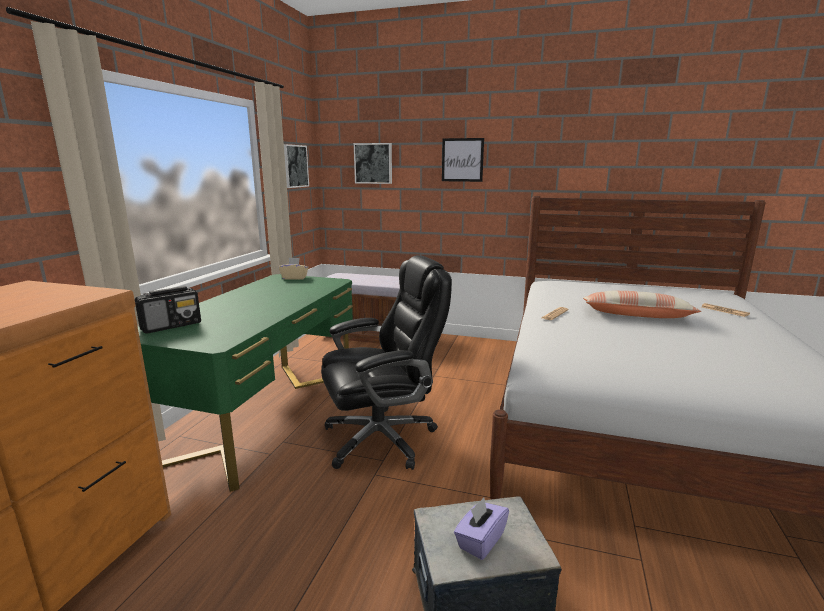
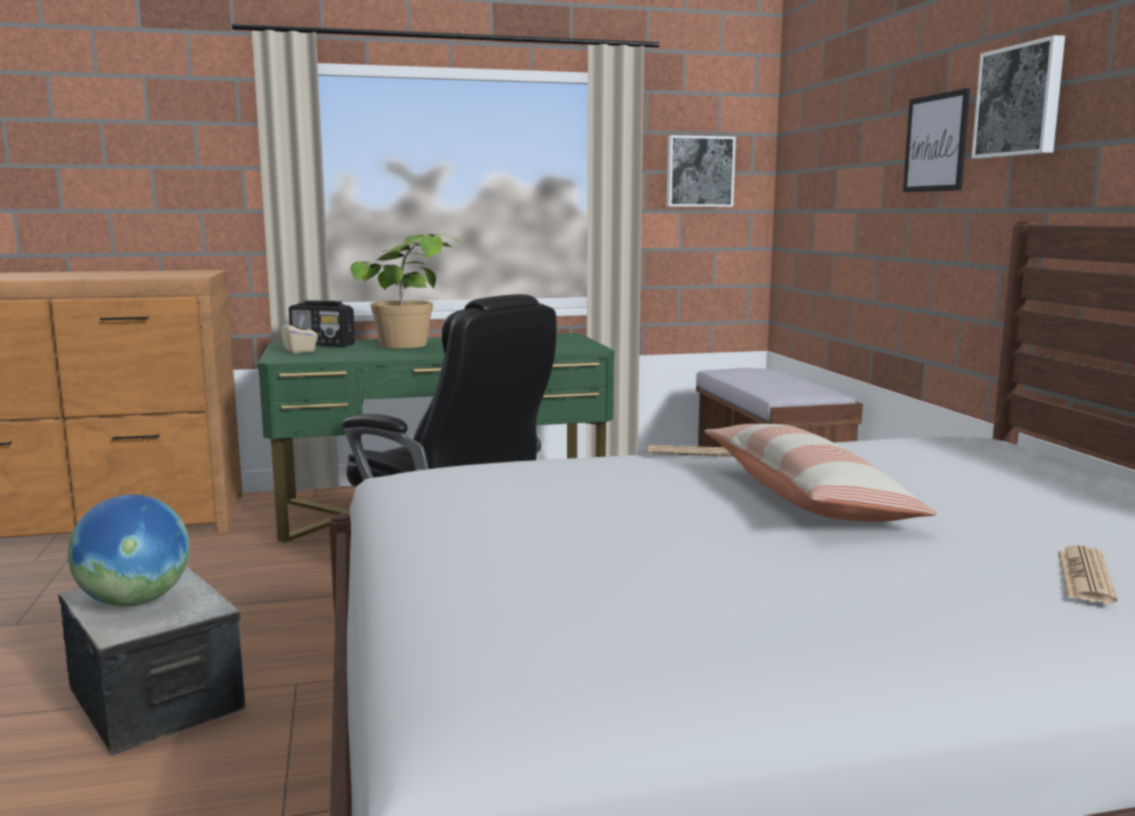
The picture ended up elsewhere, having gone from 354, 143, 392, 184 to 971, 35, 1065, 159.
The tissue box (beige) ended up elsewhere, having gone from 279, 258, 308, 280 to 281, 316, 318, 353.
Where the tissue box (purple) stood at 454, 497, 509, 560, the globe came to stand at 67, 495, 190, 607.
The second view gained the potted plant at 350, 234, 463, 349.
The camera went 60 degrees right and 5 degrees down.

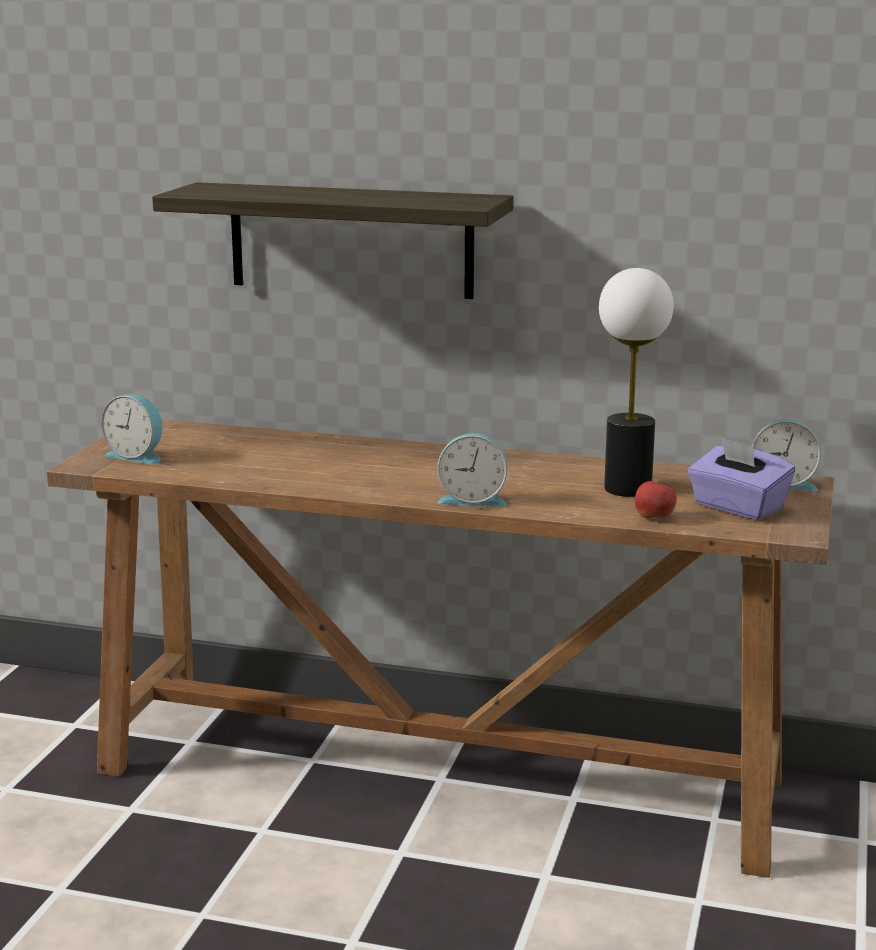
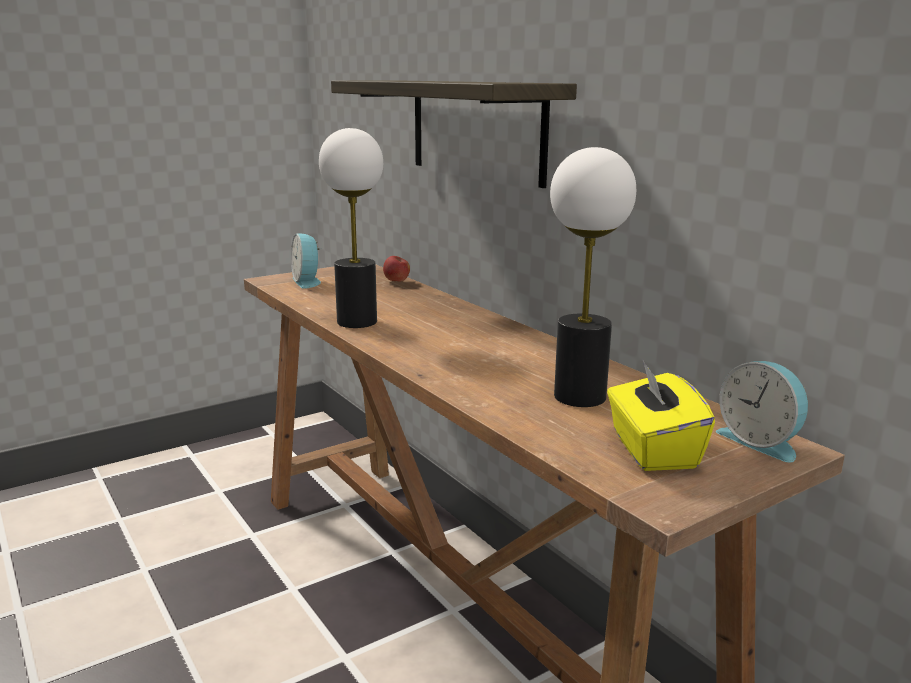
The second view lost the alarm clock at 437, 433, 508, 506.
What was the tissue box (purple) at 688, 437, 795, 520 turned into the tissue box (yellow) at 607, 359, 715, 471.
The apple ended up elsewhere, having gone from 635, 481, 677, 518 to 383, 256, 410, 281.
The second view gained the table lamp at 319, 128, 383, 328.
The camera went 40 degrees right and 0 degrees up.

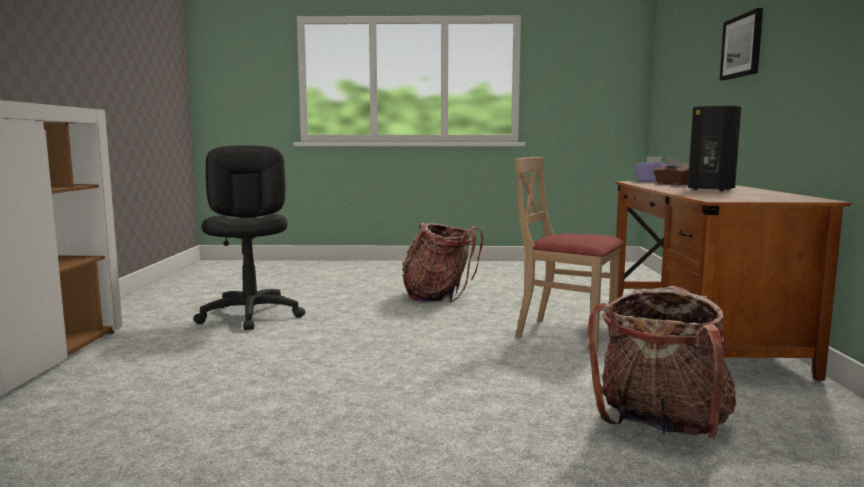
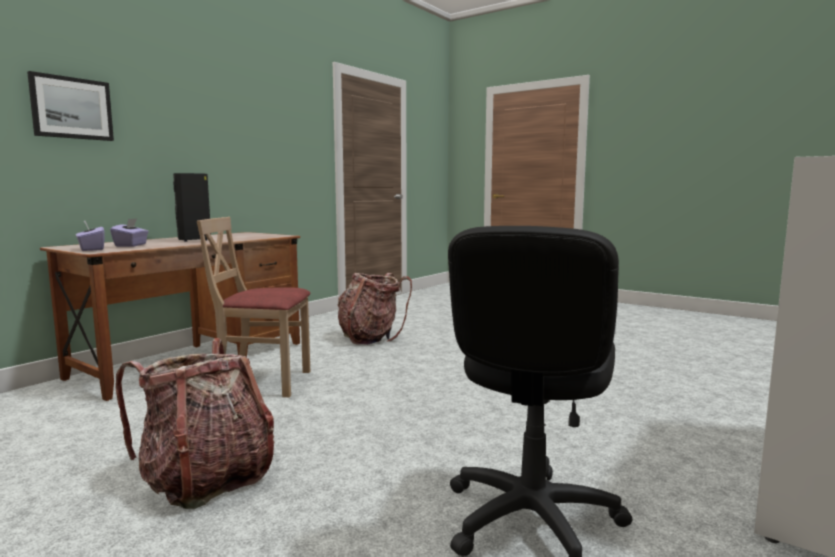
The chair (beige) at 514, 157, 624, 352 ended up facing another way, 120 degrees clockwise from before.
What was the tissue box (brown) at 653, 157, 689, 185 turned into the tissue box (purple) at 110, 218, 149, 247.
The camera went 145 degrees left and 0 degrees up.

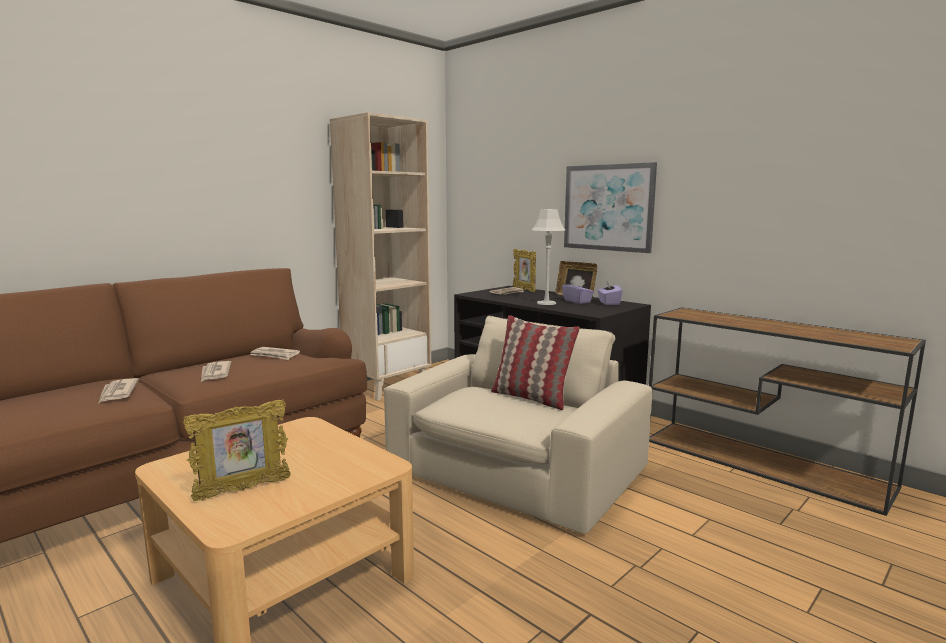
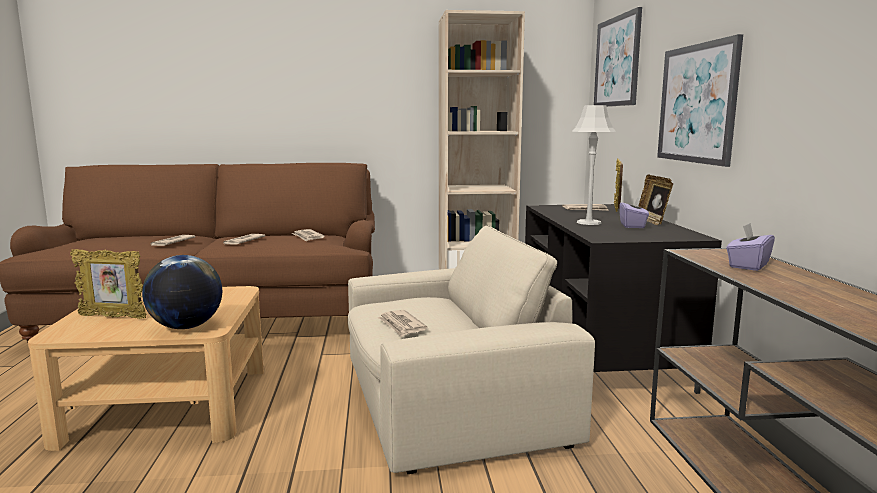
The tissue box (purple) ended up elsewhere, having gone from 598, 280, 623, 305 to 726, 223, 775, 271.
The second view lost the pillow at 491, 315, 580, 410.
The second view gained the picture at 594, 7, 642, 107.
The second view gained the globe at 142, 255, 222, 329.
The second view gained the newspaper at 377, 310, 427, 337.
The camera went 40 degrees right and 0 degrees up.

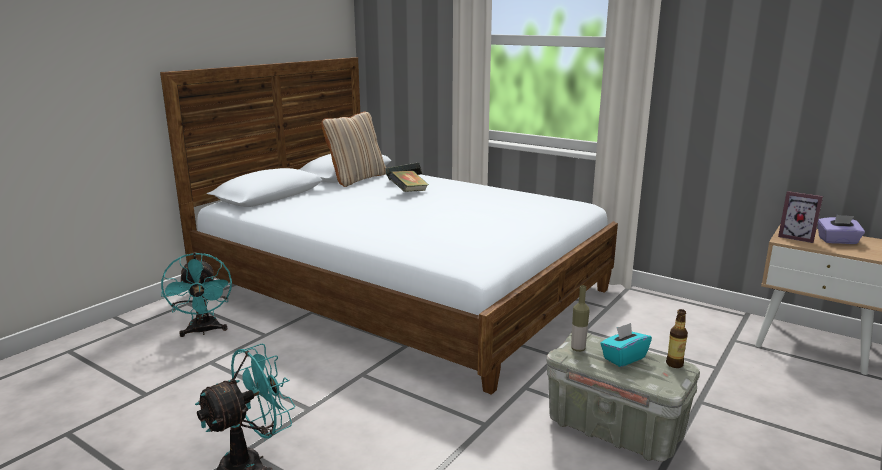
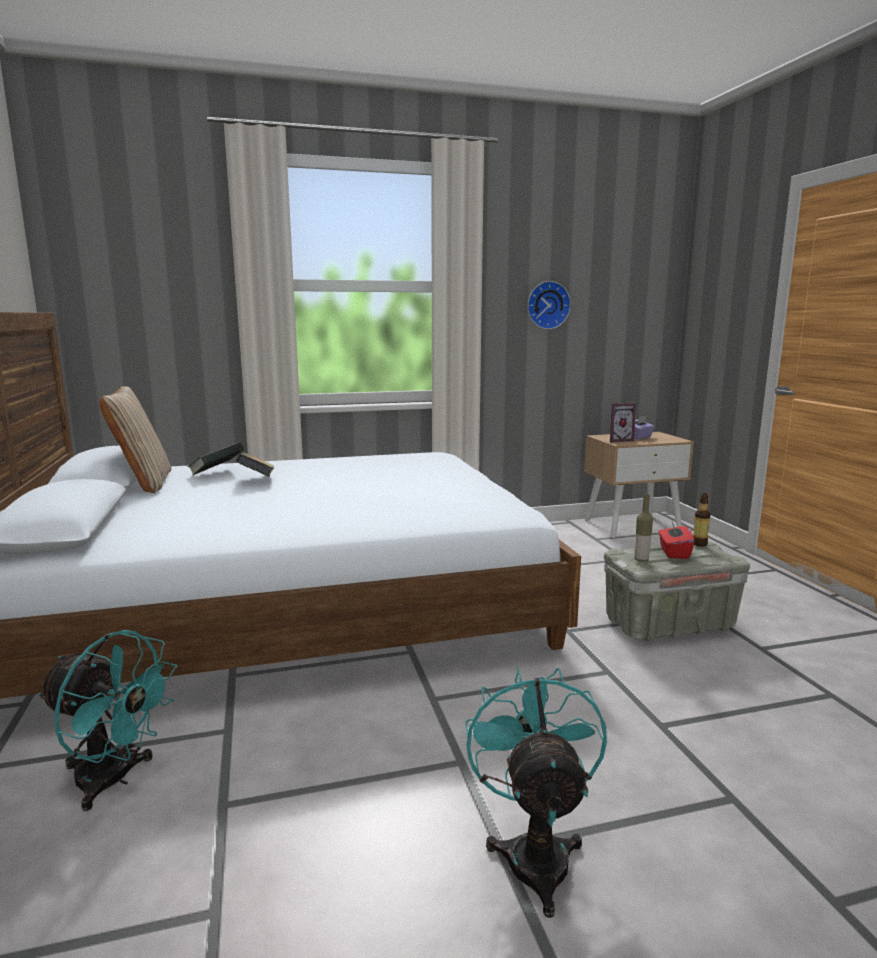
What was the tissue box (turquoise) at 600, 323, 652, 367 turned into the tissue box (red) at 658, 522, 695, 559.
The second view gained the wall clock at 528, 281, 571, 329.
The camera went 50 degrees left and 5 degrees down.

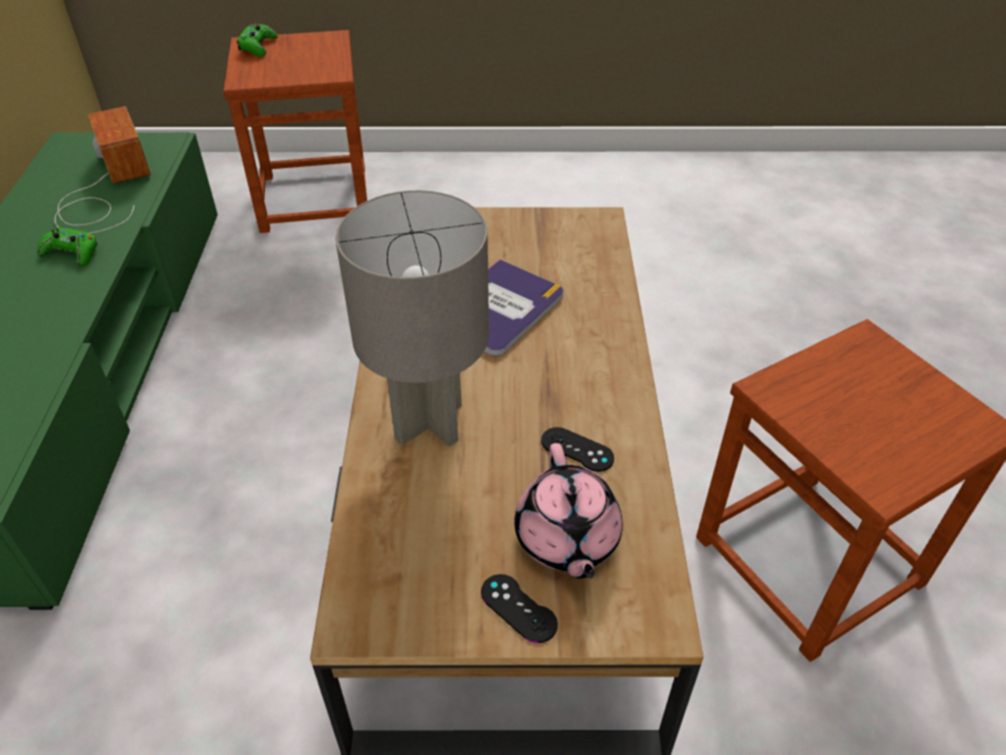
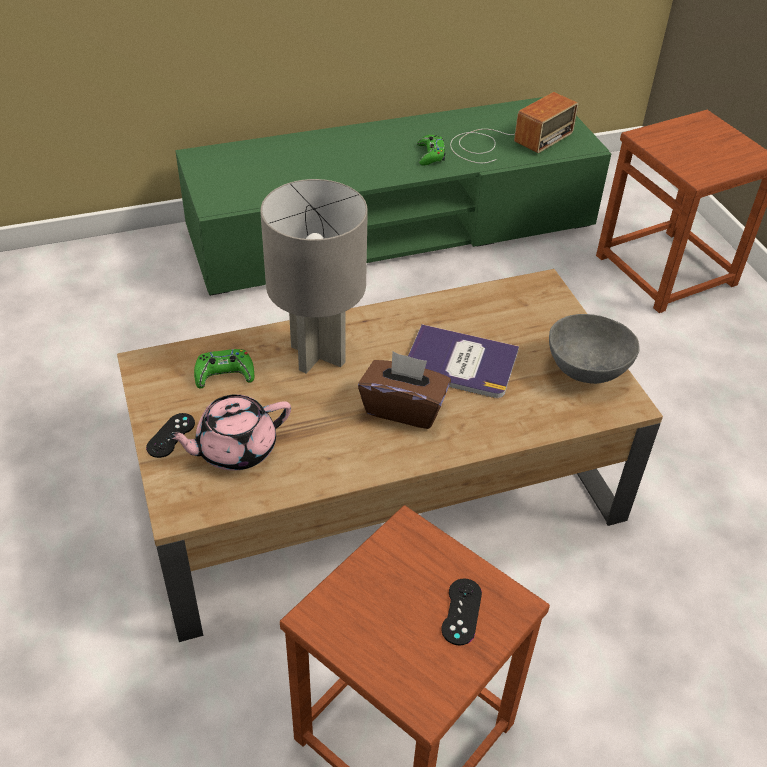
The game controller (green) ended up elsewhere, having gone from 237, 23, 278, 57 to 194, 349, 254, 389.
The game controller (black) ended up elsewhere, having gone from 541, 427, 614, 472 to 441, 579, 482, 646.
The second view gained the bowl (grey) at 549, 314, 640, 384.
The second view gained the tissue box (brown) at 358, 351, 451, 429.
The camera went 70 degrees right and 0 degrees up.

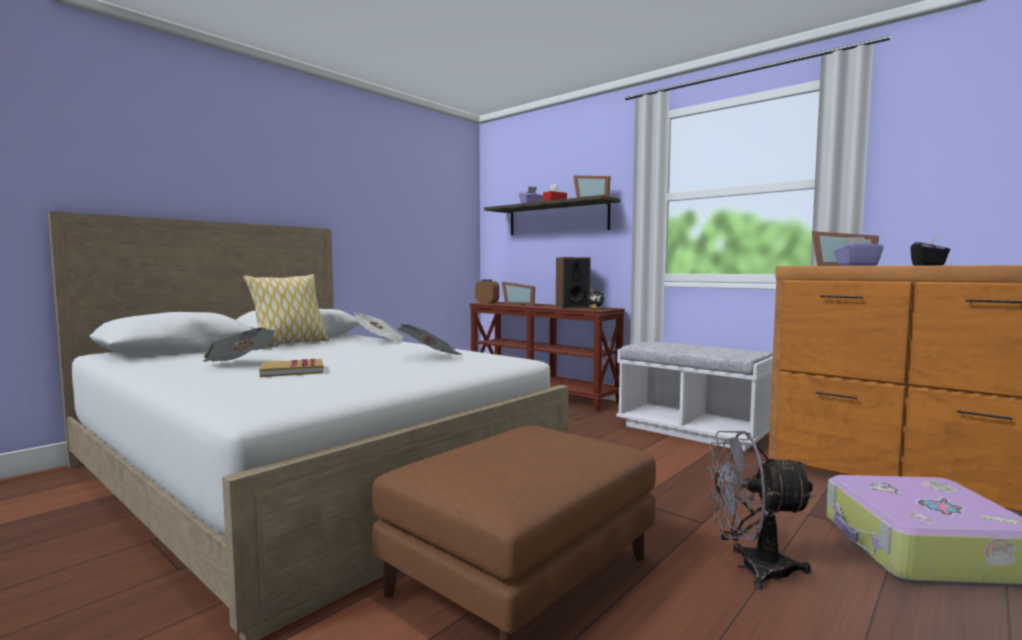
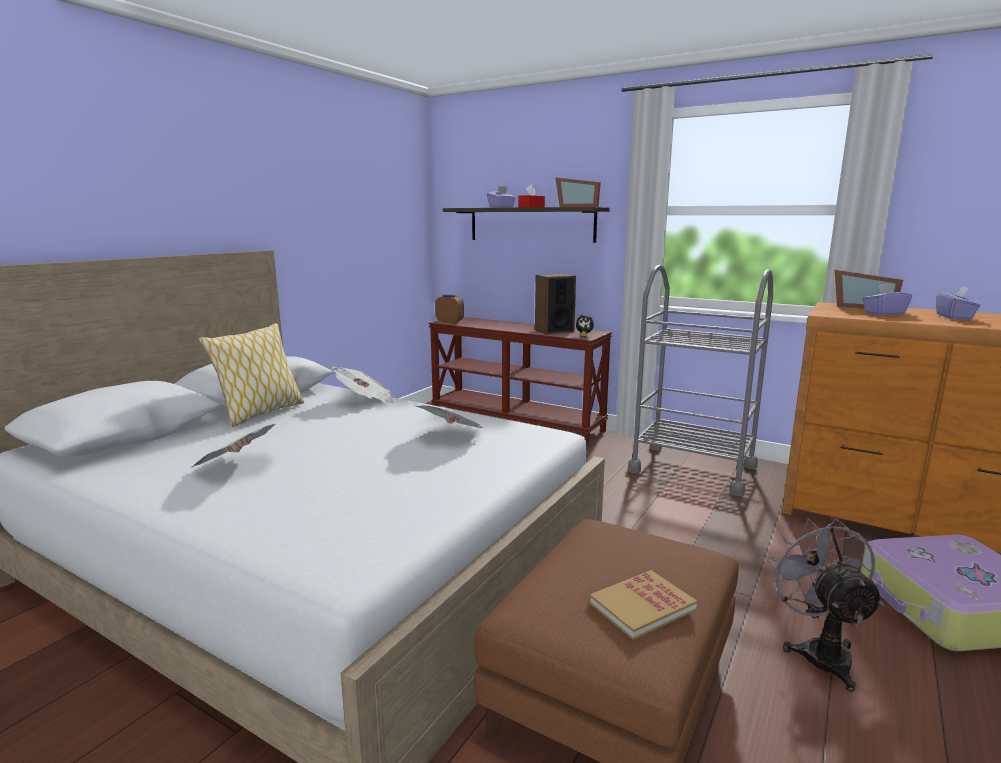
What was the tissue box (black) at 910, 234, 950, 266 turned into the tissue box (purple) at 936, 286, 980, 320.
The second view lost the picture frame at 502, 282, 535, 305.
Where the bench (white) stood at 616, 342, 773, 451, the cart (grey) came to stand at 628, 265, 773, 497.
The book ended up elsewhere, having gone from 259, 359, 324, 377 to 589, 570, 697, 640.
The fan (grey) at 707, 431, 815, 589 ended up facing another way, 90 degrees clockwise from before.
The camera went 10 degrees left and 10 degrees up.

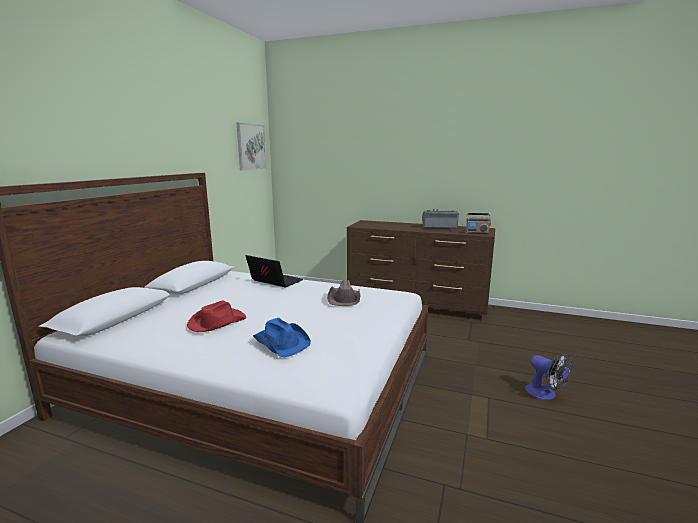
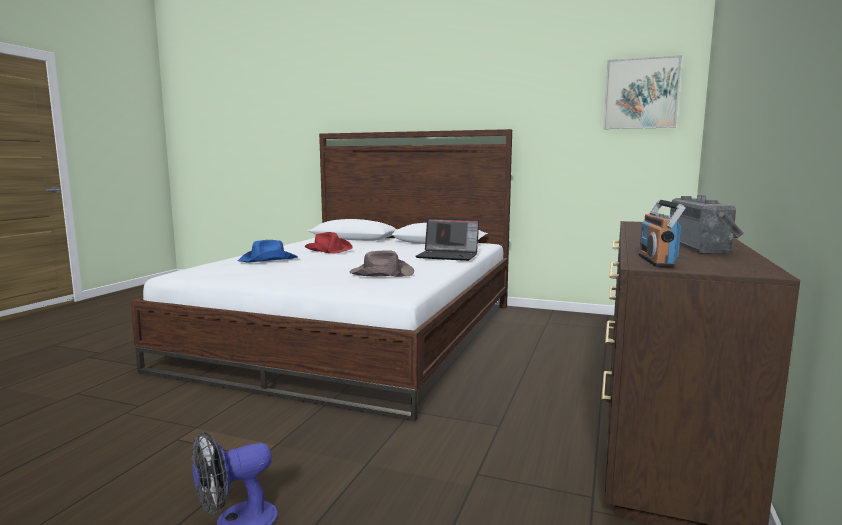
The laptop at 246, 255, 303, 287 ended up facing another way, 75 degrees clockwise from before.
The camera went 90 degrees right and 5 degrees down.

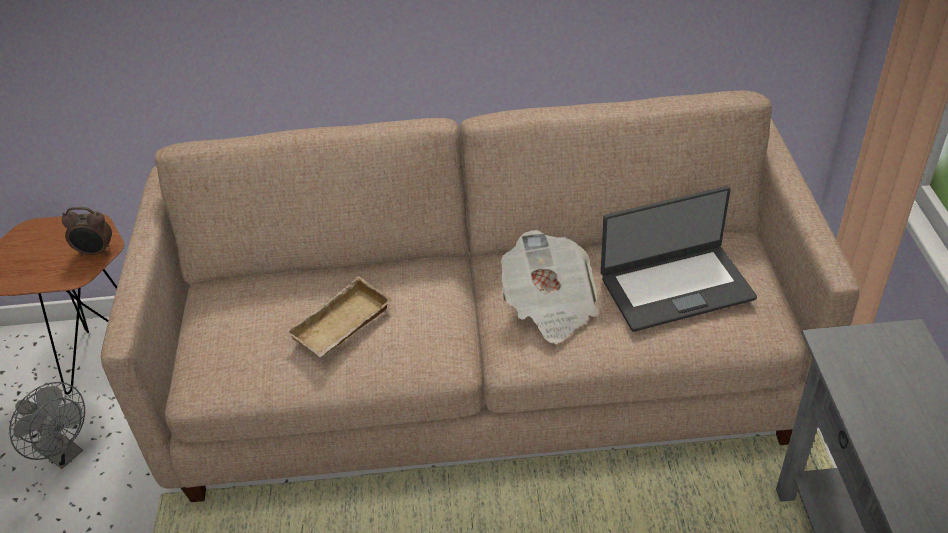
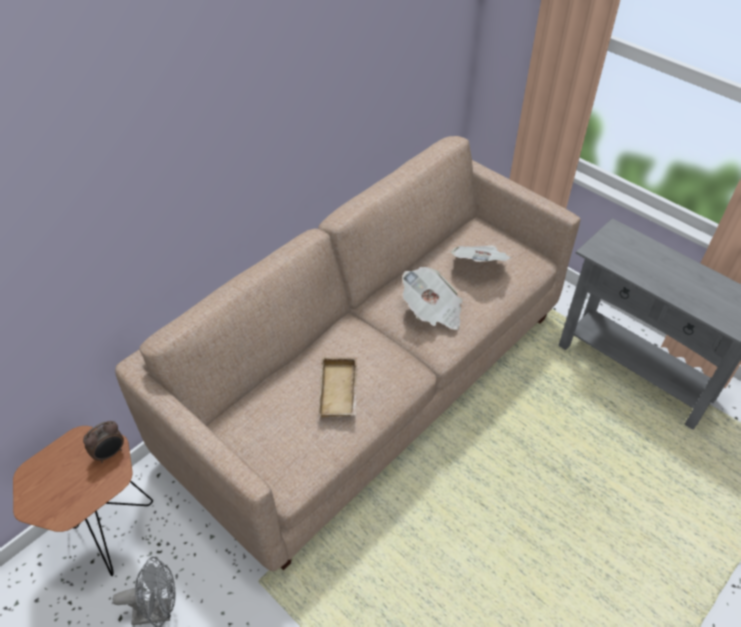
Where the laptop stood at 601, 186, 757, 332, the newspaper came to stand at 451, 245, 512, 262.
The camera went 45 degrees left and 5 degrees up.

